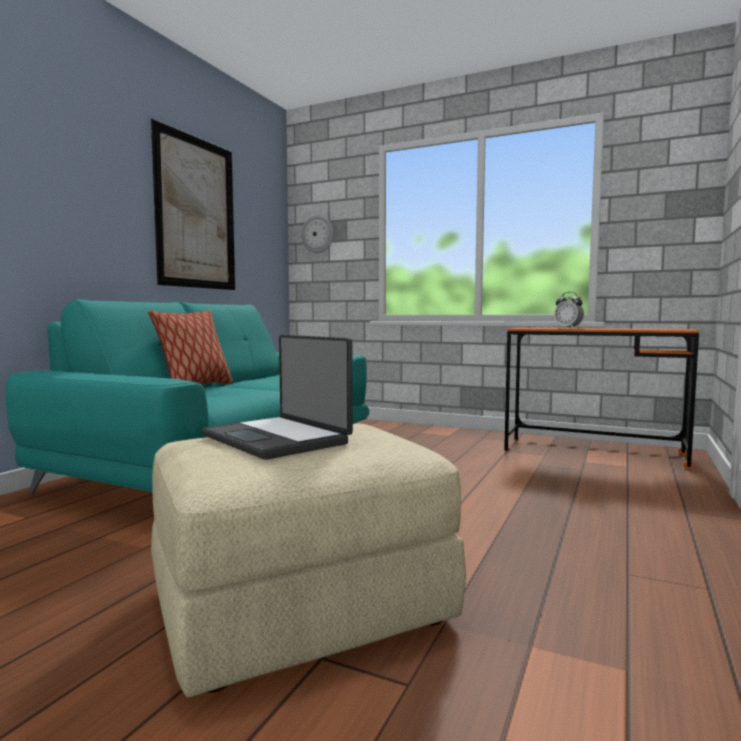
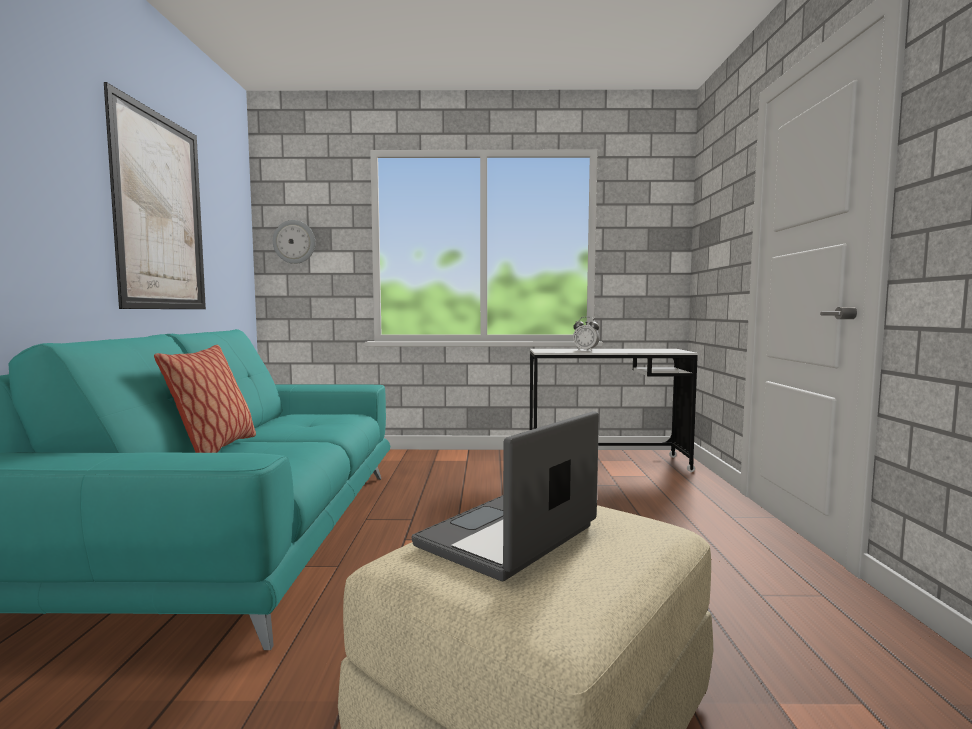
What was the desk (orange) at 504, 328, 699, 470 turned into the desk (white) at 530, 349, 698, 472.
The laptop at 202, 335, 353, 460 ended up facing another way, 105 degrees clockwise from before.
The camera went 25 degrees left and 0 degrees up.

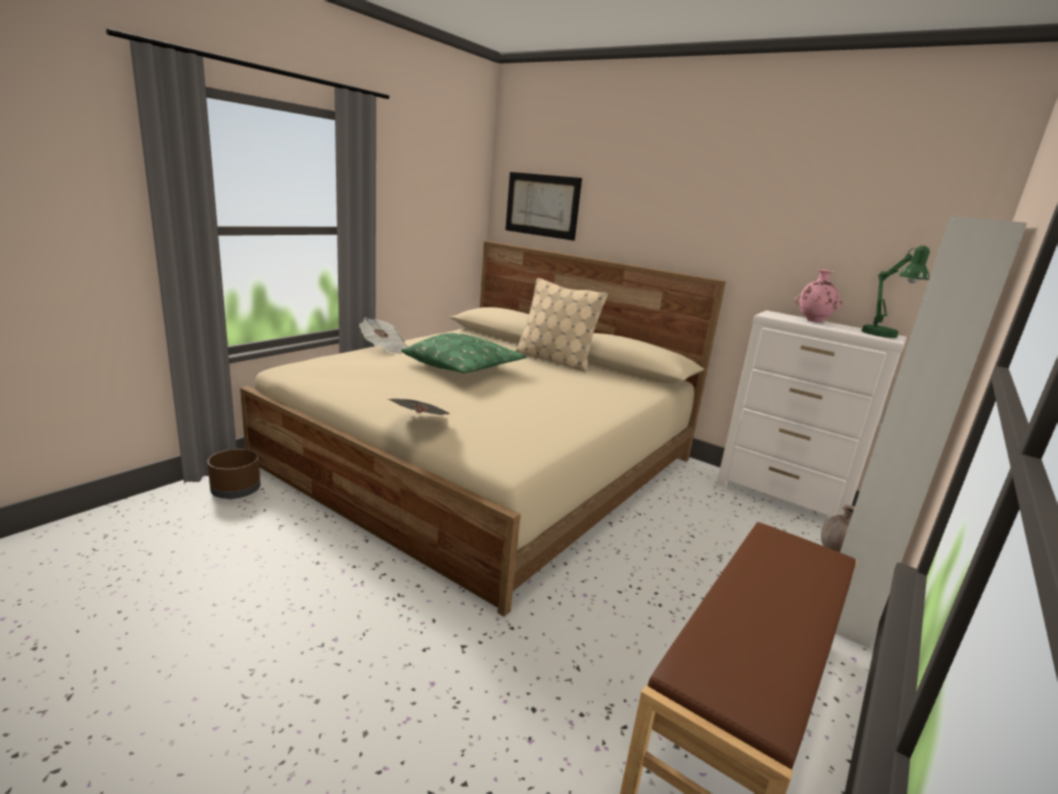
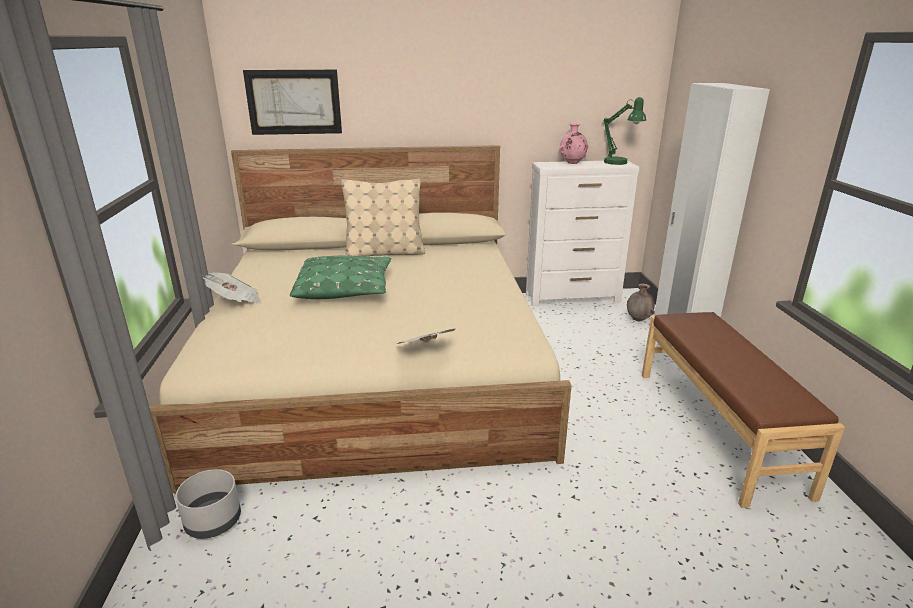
What was the planter (brown) at 207, 449, 261, 499 turned into the planter (grey) at 176, 469, 241, 539.
The camera went 40 degrees left and 5 degrees up.

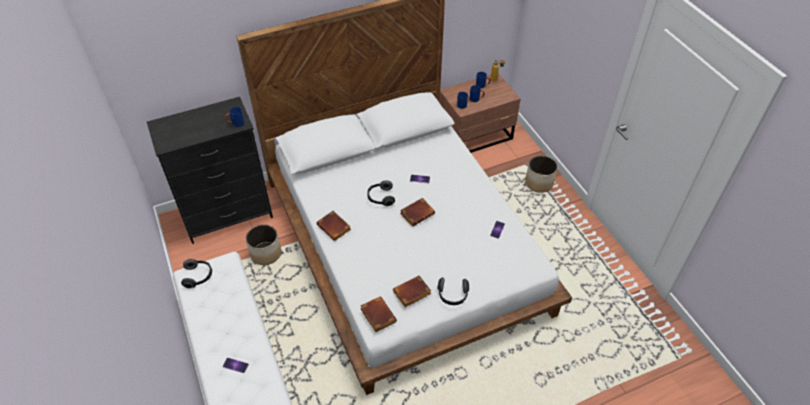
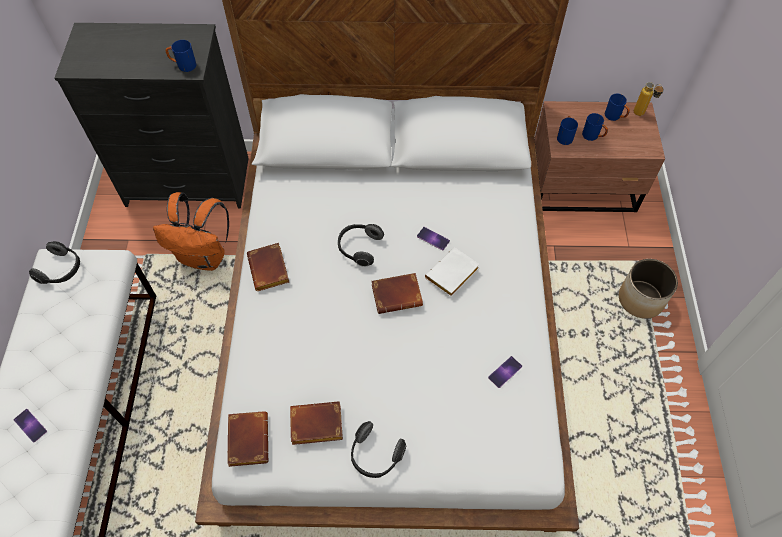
Where the planter stood at 246, 224, 281, 265, the backpack (orange) came to stand at 153, 192, 229, 271.
The second view gained the book (white) at 425, 247, 480, 297.
The camera went 25 degrees right and 10 degrees up.

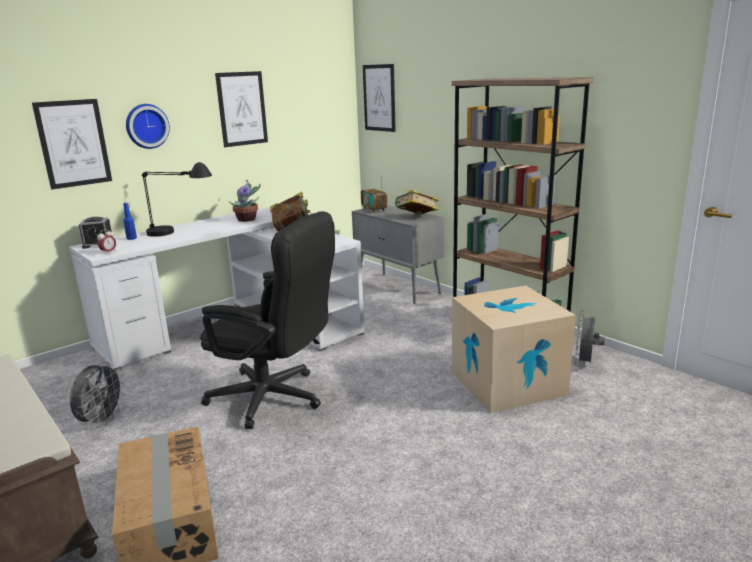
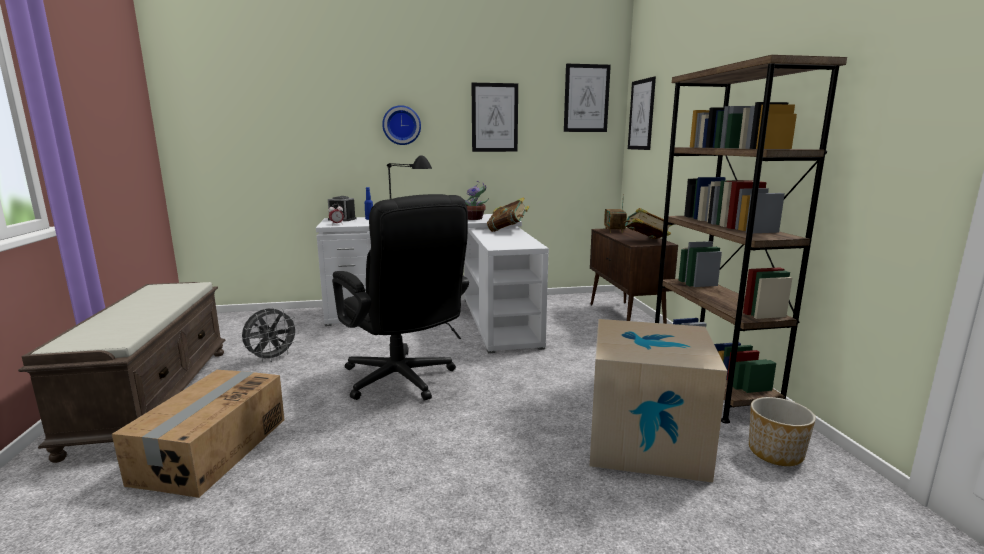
The picture ended up elsewhere, having gone from 32, 99, 112, 189 to 564, 64, 611, 132.
What was the cabinet (grey) at 352, 205, 444, 304 turned into the cabinet (brown) at 590, 228, 678, 324.
Where the fan (grey) stood at 575, 310, 605, 367, the planter came to stand at 749, 397, 816, 466.
The camera went 30 degrees right and 5 degrees down.

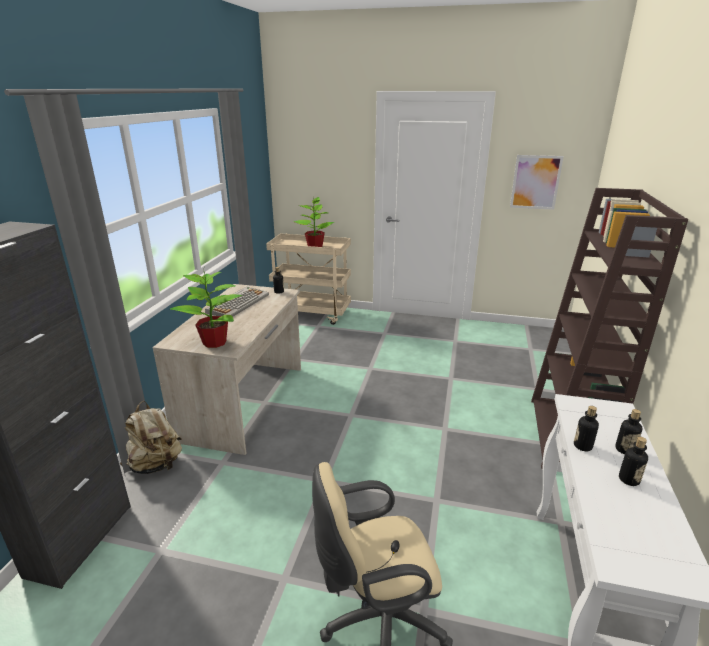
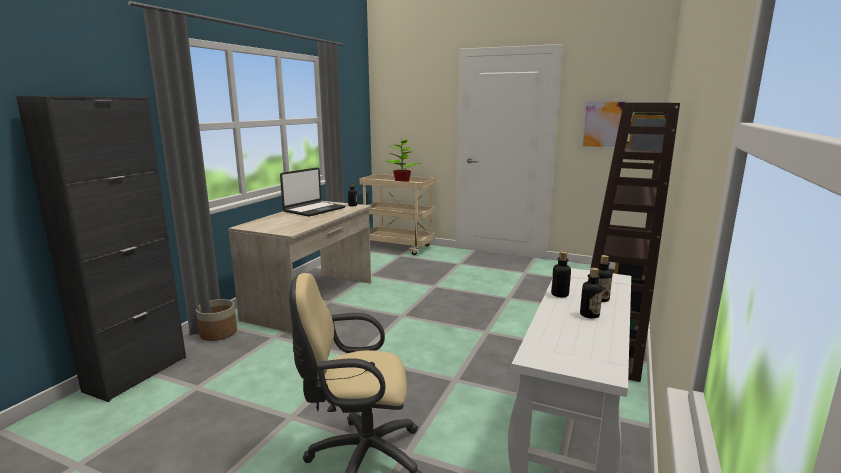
The second view lost the potted plant at 170, 272, 242, 348.
Where the keyboard stood at 205, 287, 269, 317, the laptop came to stand at 280, 168, 345, 217.
Where the backpack (beige) stood at 120, 401, 182, 474, the planter came to stand at 196, 299, 237, 341.
The camera went 10 degrees right and 10 degrees down.

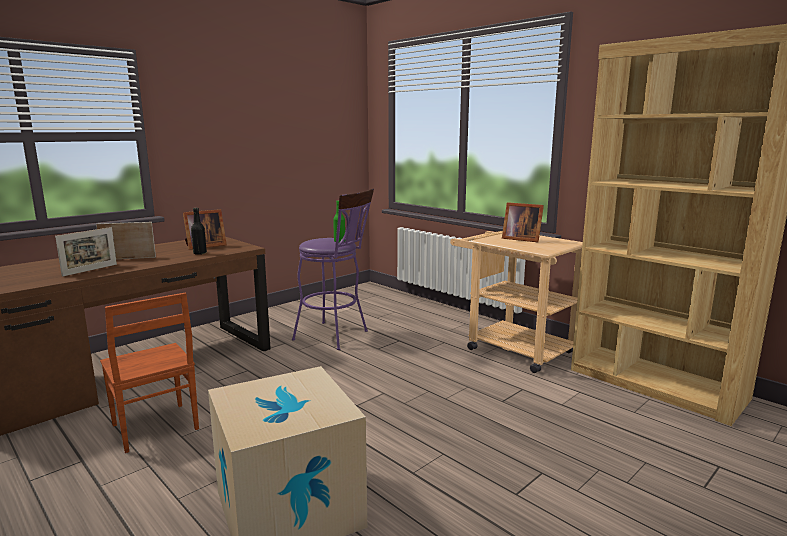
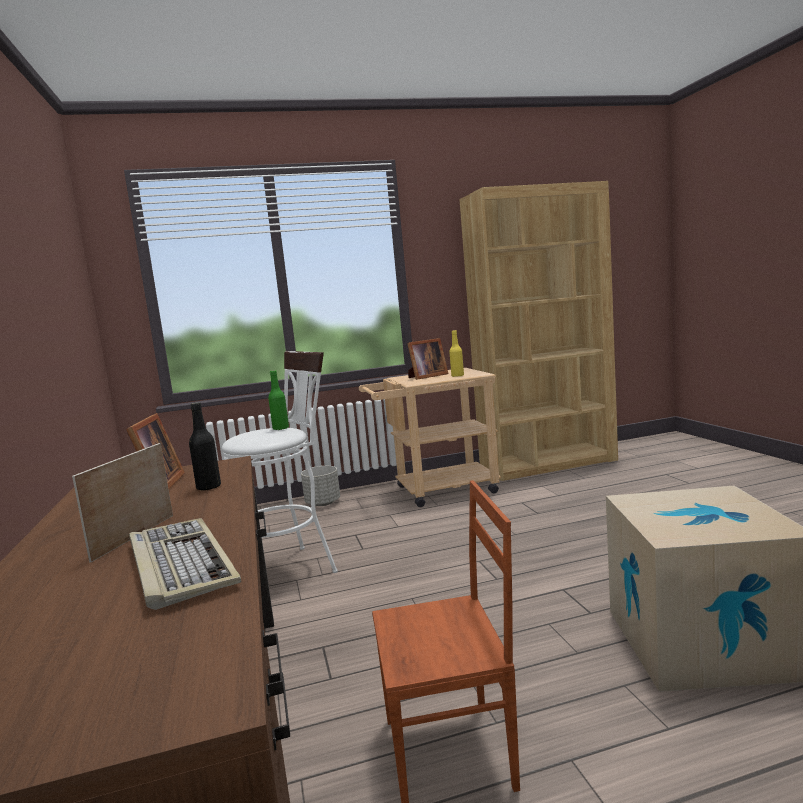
What was the stool (purple) at 292, 189, 374, 350 turned into the stool (white) at 222, 351, 338, 573.
Where the picture frame stood at 55, 227, 117, 277, the keyboard came to stand at 129, 518, 242, 610.
The second view gained the bottle (yellow) at 449, 330, 464, 377.
The second view gained the planter (grey) at 301, 466, 340, 506.
The camera went 60 degrees left and 5 degrees down.

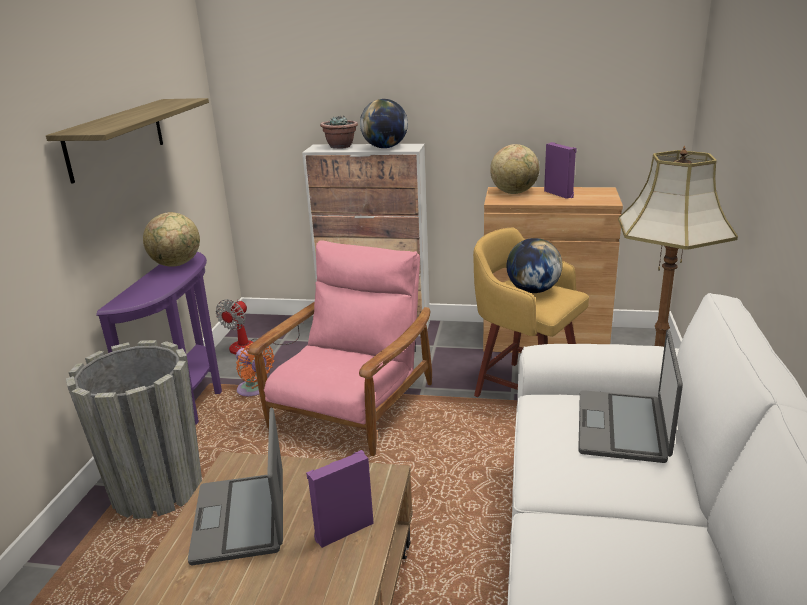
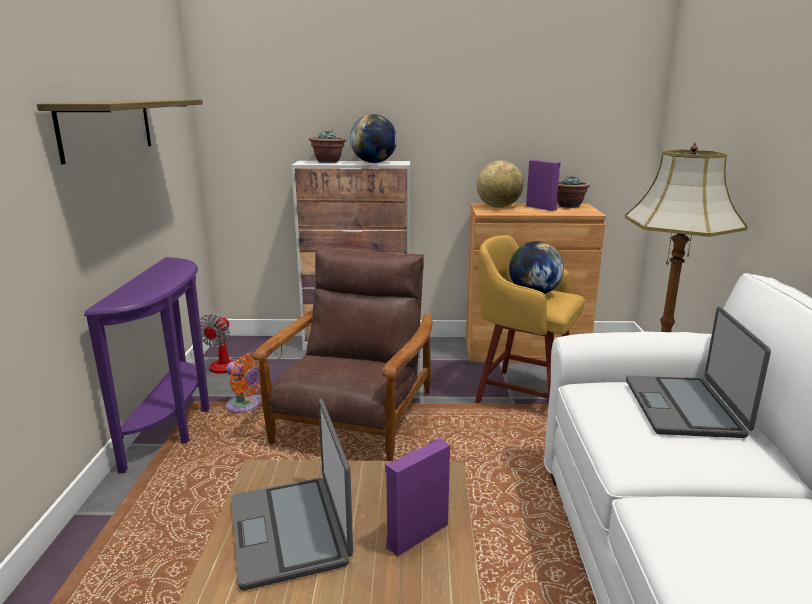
The second view lost the globe at 143, 212, 200, 267.
What was the armchair (pink) at 248, 240, 432, 456 turned into the armchair (brown) at 253, 247, 433, 461.
The second view lost the planter (grey) at 66, 340, 202, 519.
The second view gained the potted plant at 557, 176, 590, 208.
The camera went 10 degrees left and 5 degrees down.

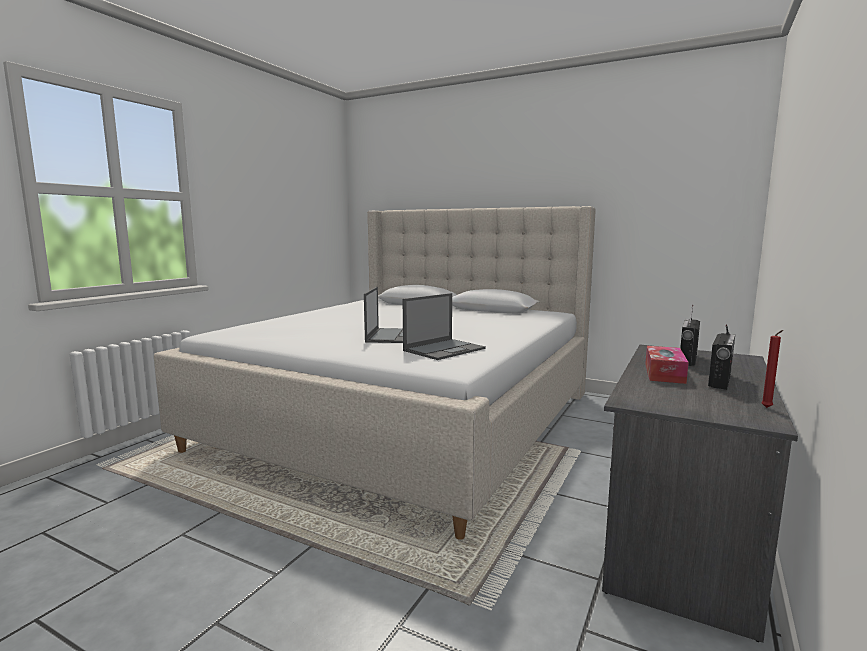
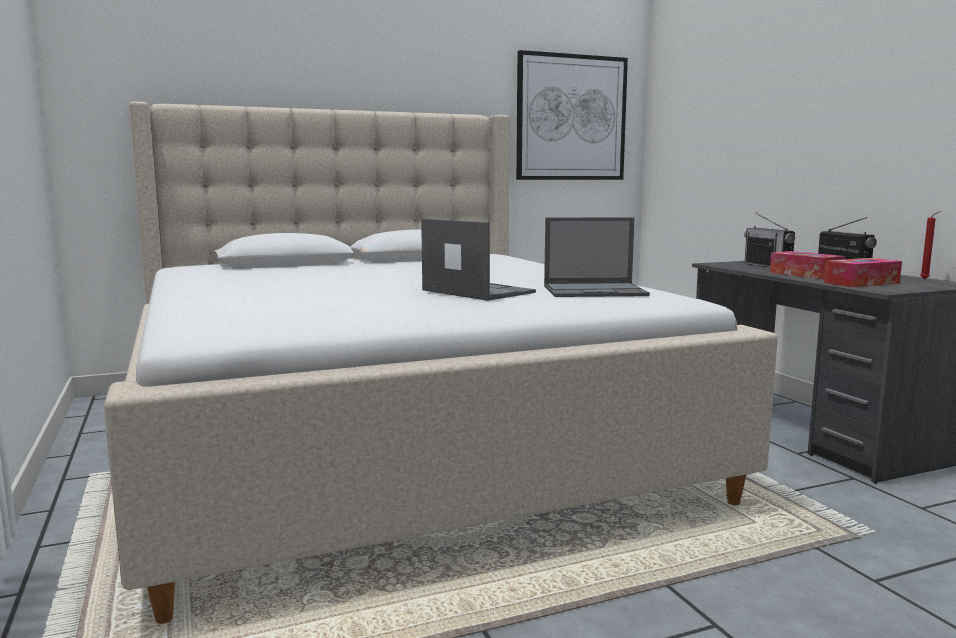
The laptop at 403, 293, 486, 360 ended up facing another way, 90 degrees clockwise from before.
The second view gained the picture at 516, 50, 628, 180.
The second view gained the tissue box at 824, 258, 902, 287.
The camera went 50 degrees left and 0 degrees up.

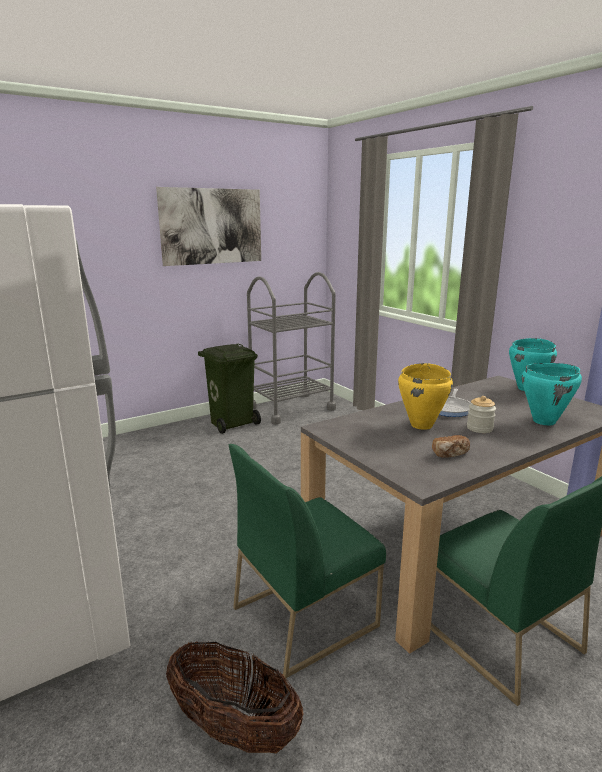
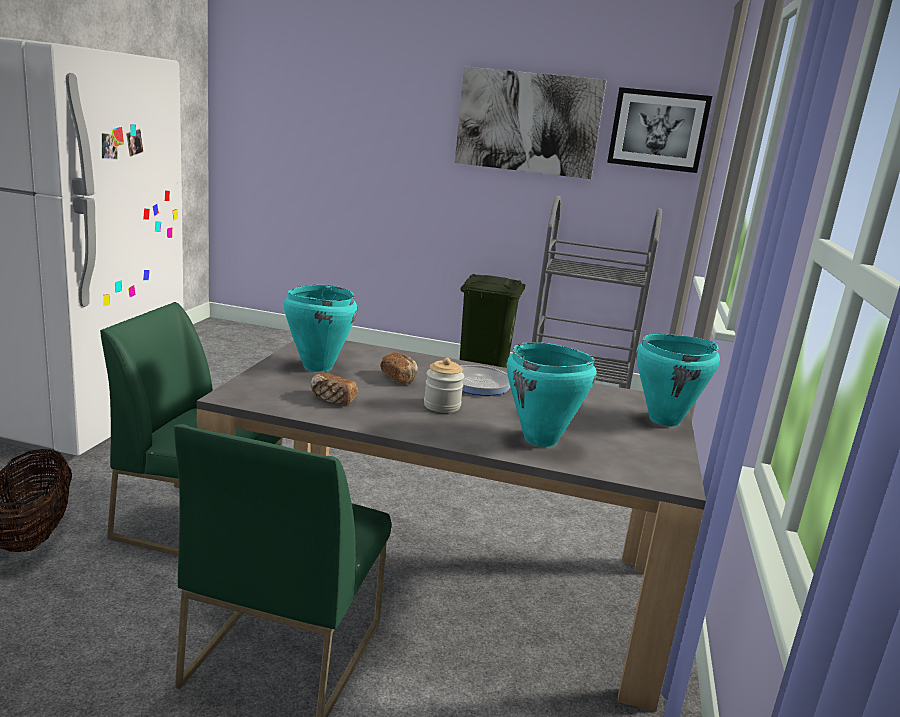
Where the cooking pot (yellow) stood at 398, 363, 453, 430, the bread came to stand at 380, 352, 418, 384.
The second view gained the picture at 607, 87, 712, 173.
The second view gained the cooking pot (turquoise) at 284, 285, 357, 372.
The camera went 45 degrees right and 0 degrees up.

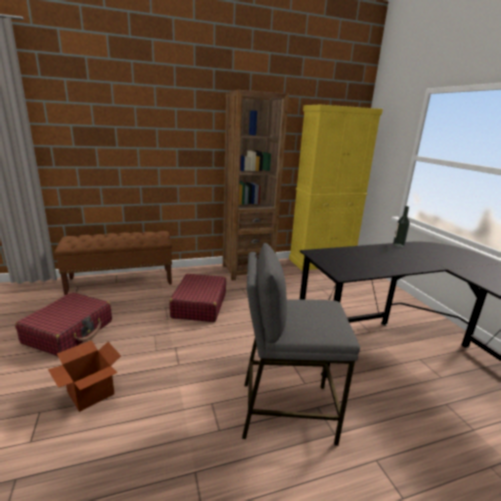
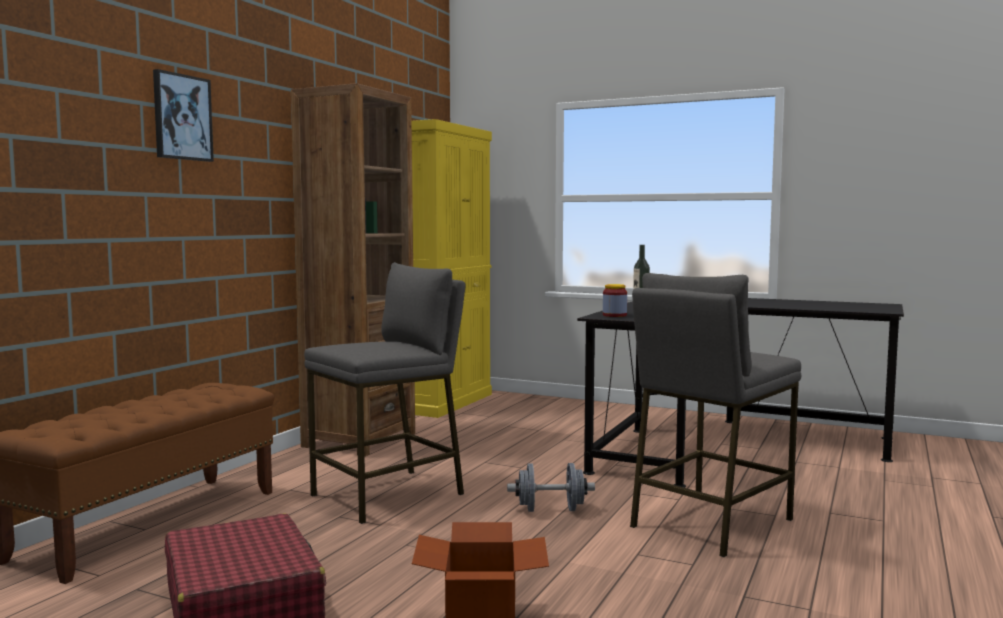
Where the suitcase (red) stood at 169, 274, 226, 322, the stool (grey) came to stand at 304, 262, 466, 524.
The second view gained the picture at 153, 69, 214, 162.
The second view gained the jar at 603, 284, 627, 317.
The second view gained the dumbbell (grey) at 507, 463, 595, 512.
The camera went 45 degrees left and 15 degrees down.

